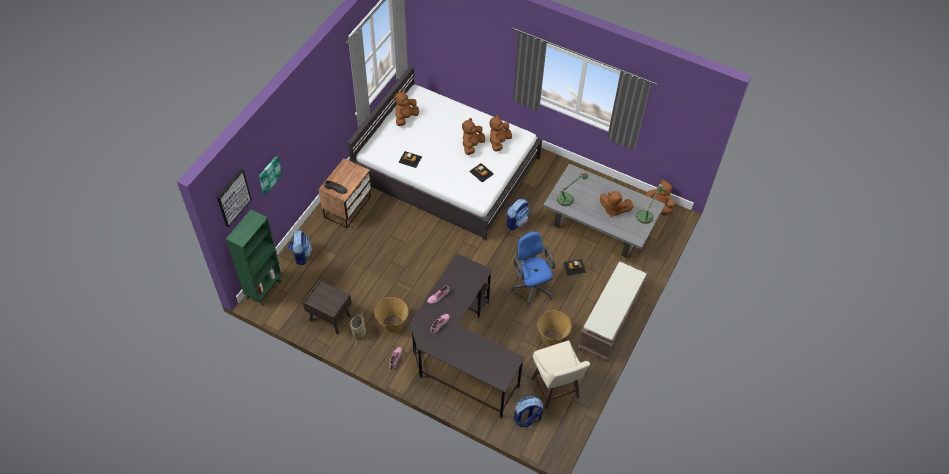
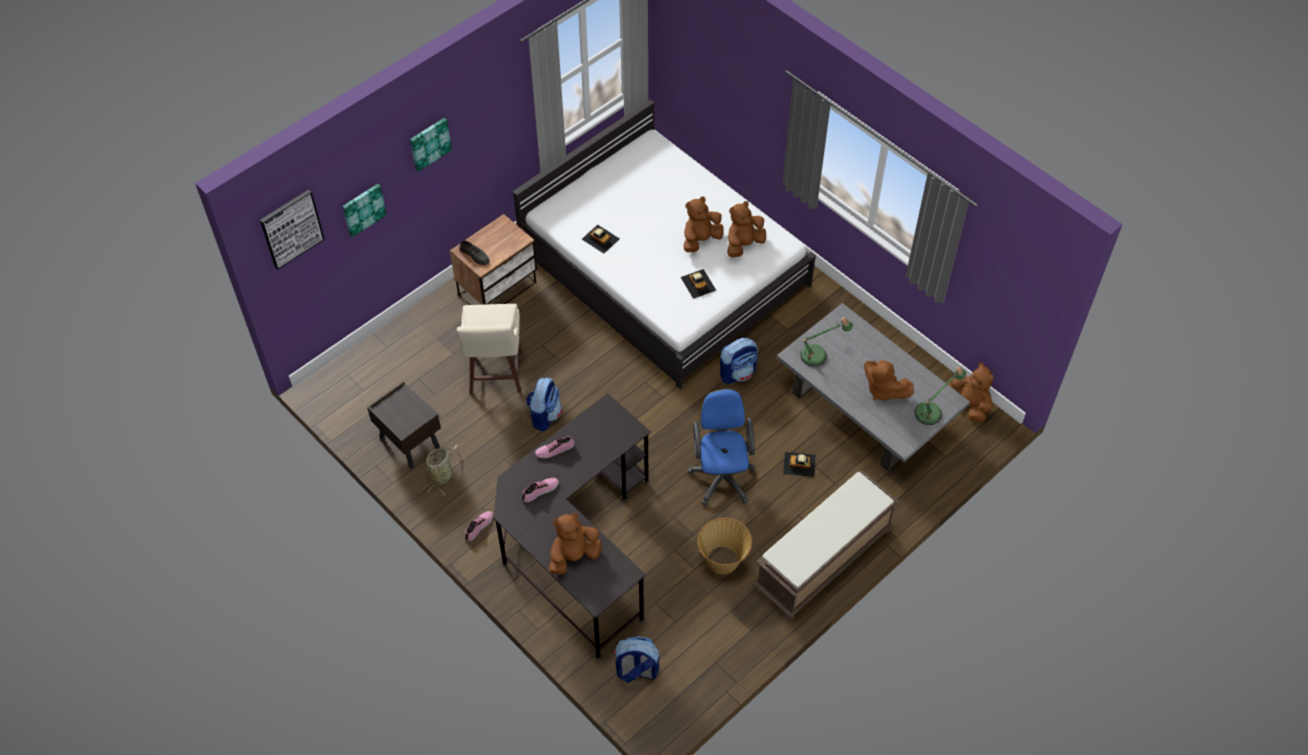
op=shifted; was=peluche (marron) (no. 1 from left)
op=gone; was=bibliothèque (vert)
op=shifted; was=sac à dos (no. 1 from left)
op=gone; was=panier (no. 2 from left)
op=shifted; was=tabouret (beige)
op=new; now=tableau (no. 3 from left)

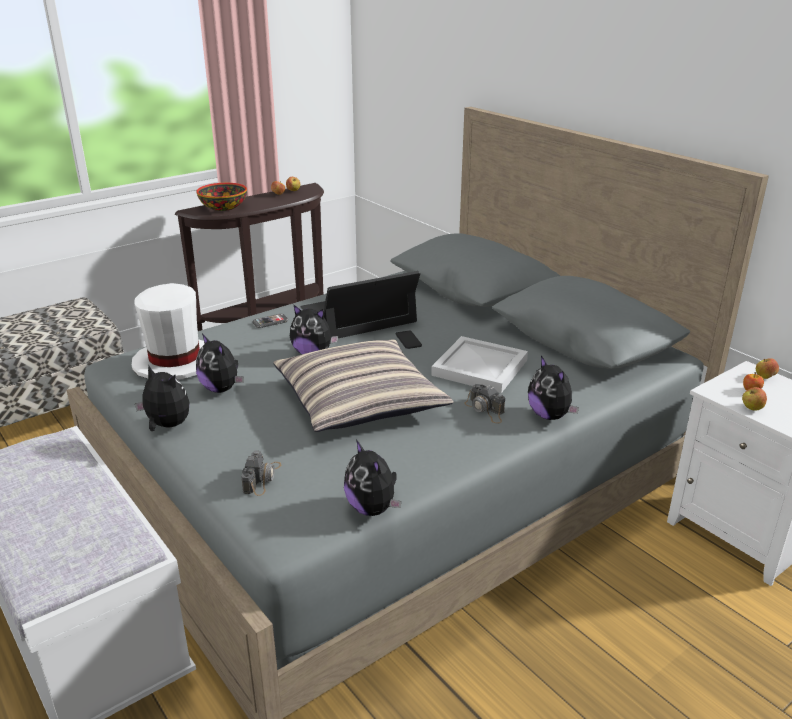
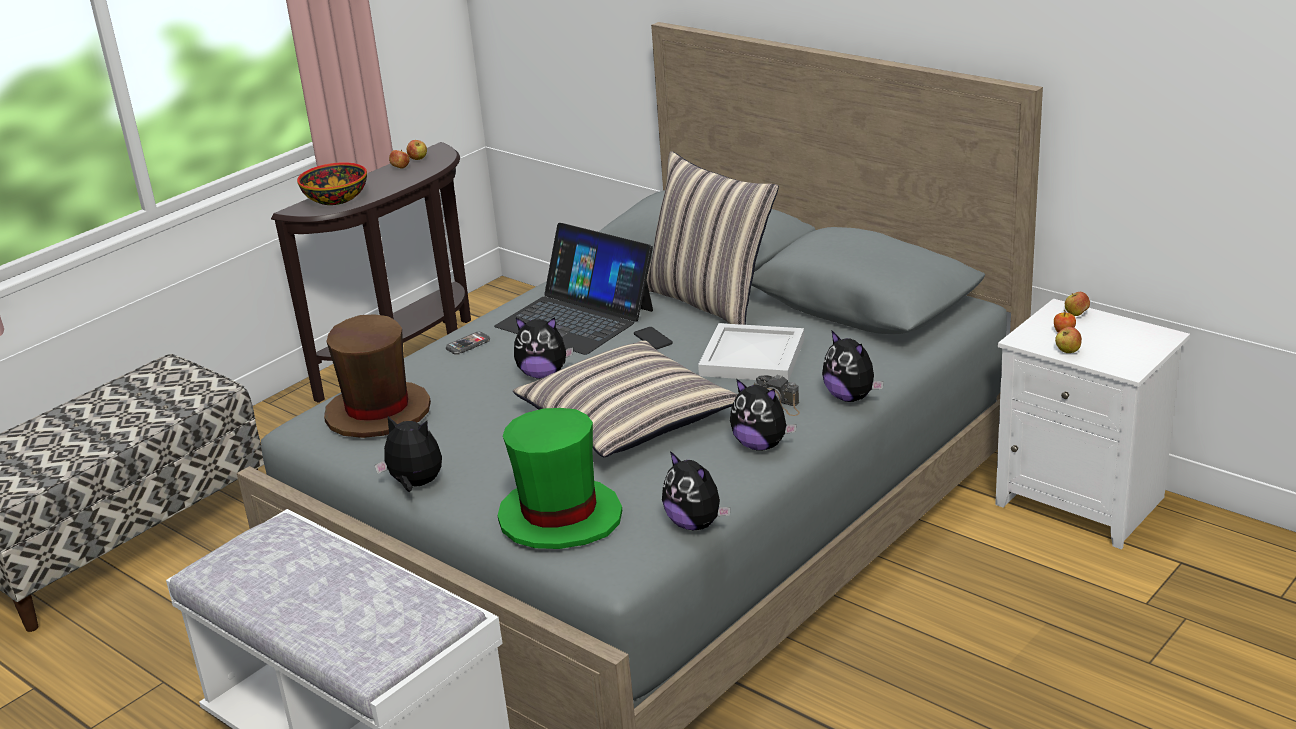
op=rotated; was=ordinateur portable; clockwise=-105
op=repainted; was=chapeau (blanc); now=chapeau (marron)
op=shifted; was=peluche (no. 2 from left in the first image); now=peluche (no. 4 from left)
op=swapped; was=appareil photo (no. 1 from left); now=chapeau (vert)
op=new; now=coussin (no. 2 from left)

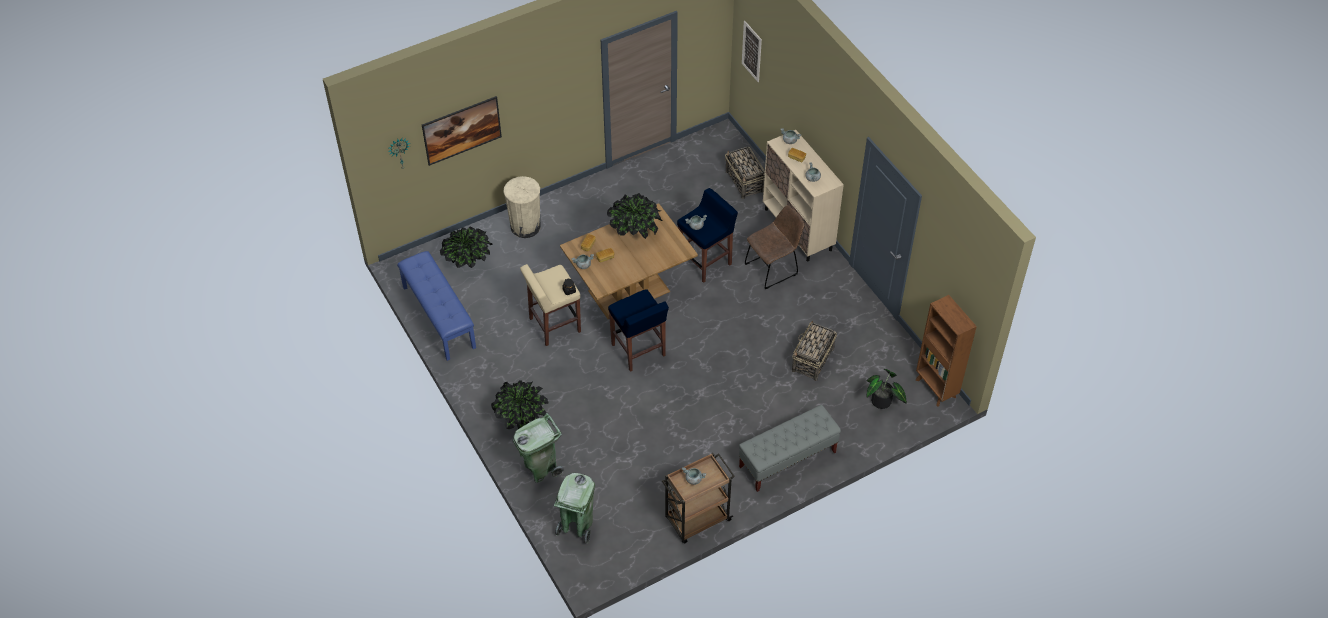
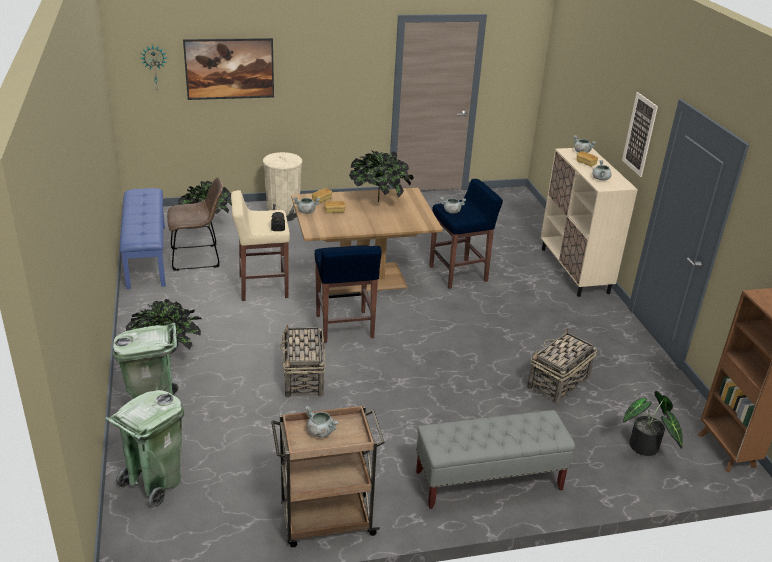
op=shifted; was=tableau (no. 2 from left)
op=shifted; was=panier (no. 1 from left)
op=shifted; was=chaise (marron)

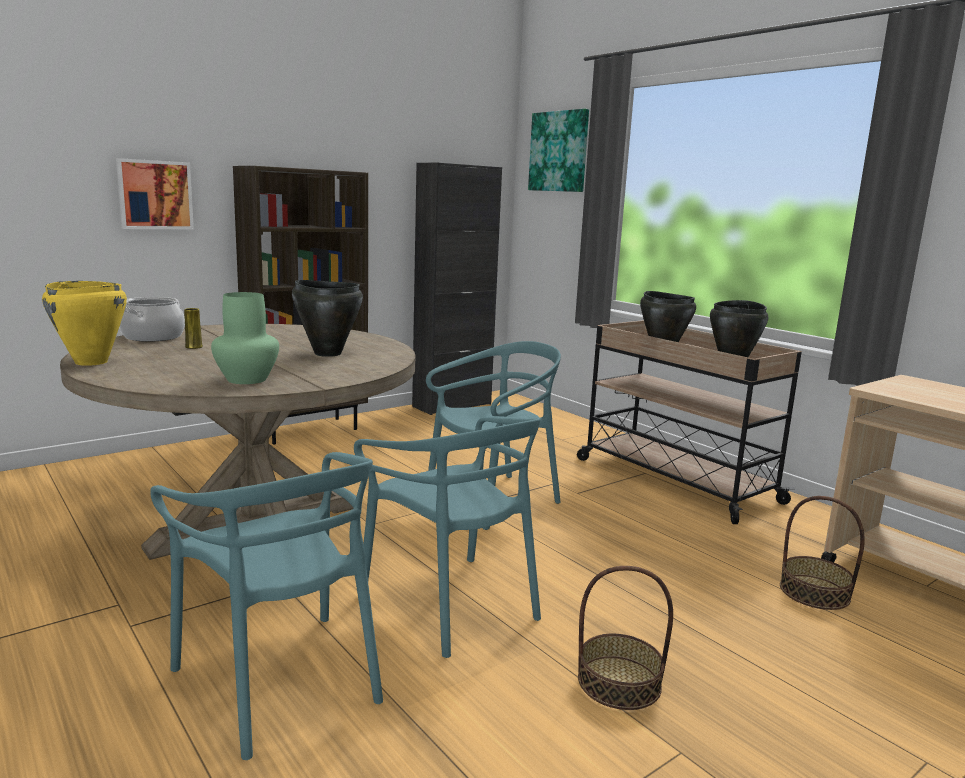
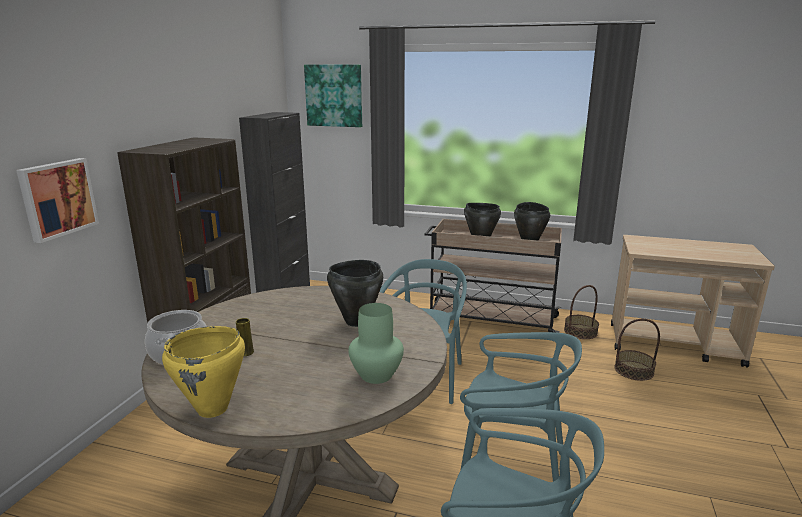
op=shifted; was=panier (no. 1 from left)

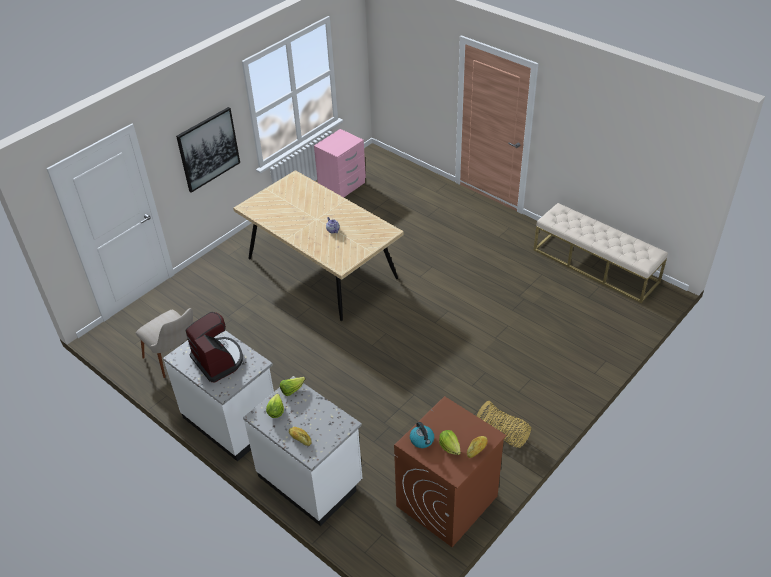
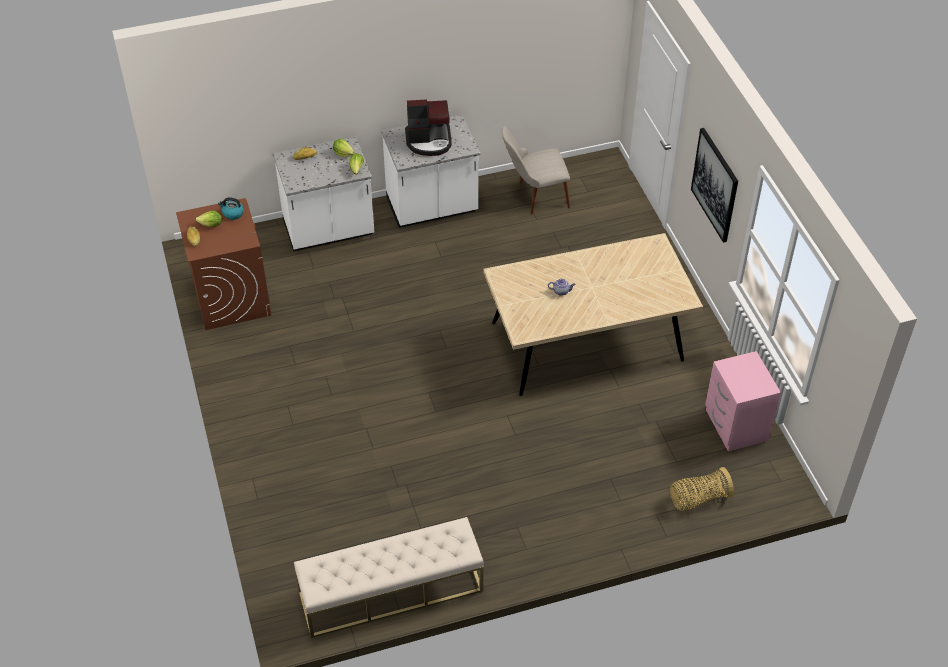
op=shifted; was=panier

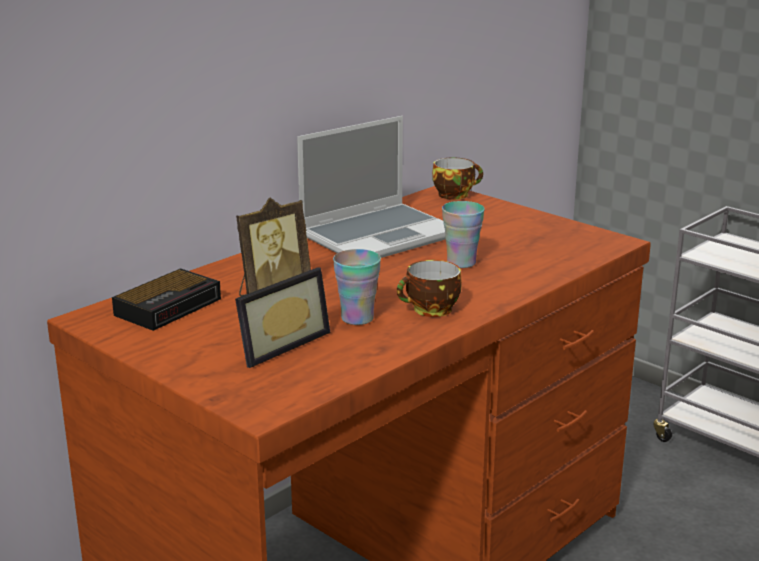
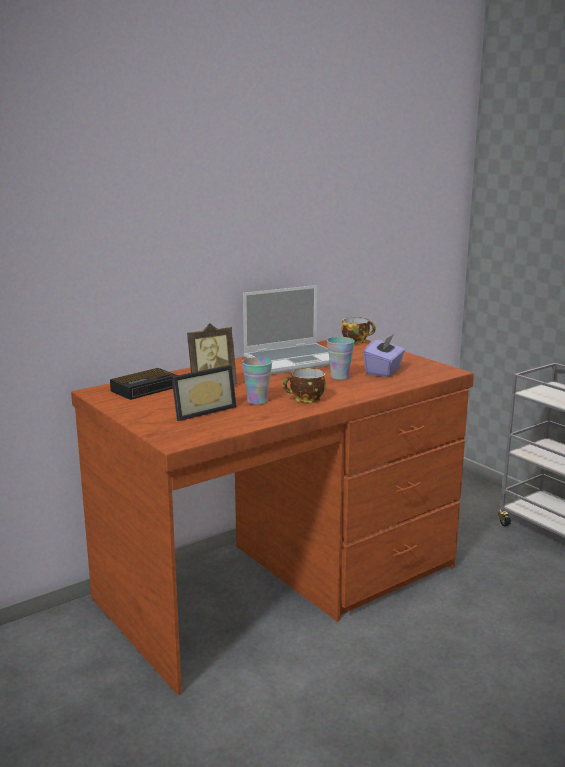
op=new; now=boîte à mouchoirs (violet)

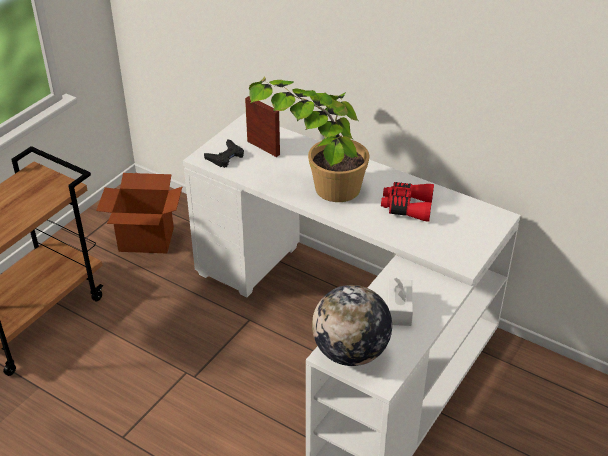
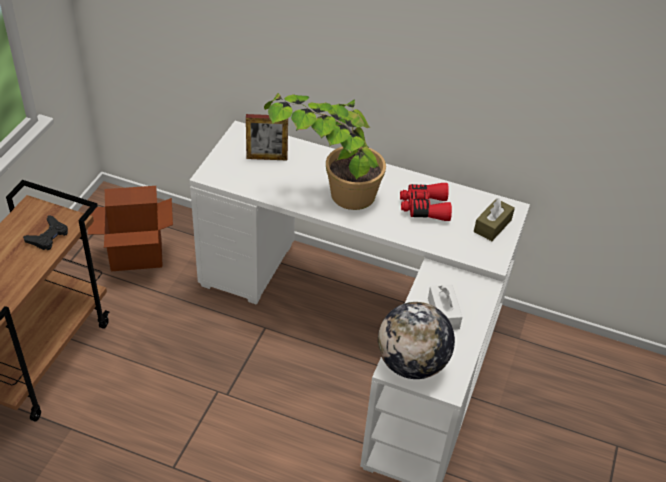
op=rotated; was=cadre photo; clockwise=150
op=shifted; was=manette (noir)
op=new; now=boîte à mouchoirs (marron)

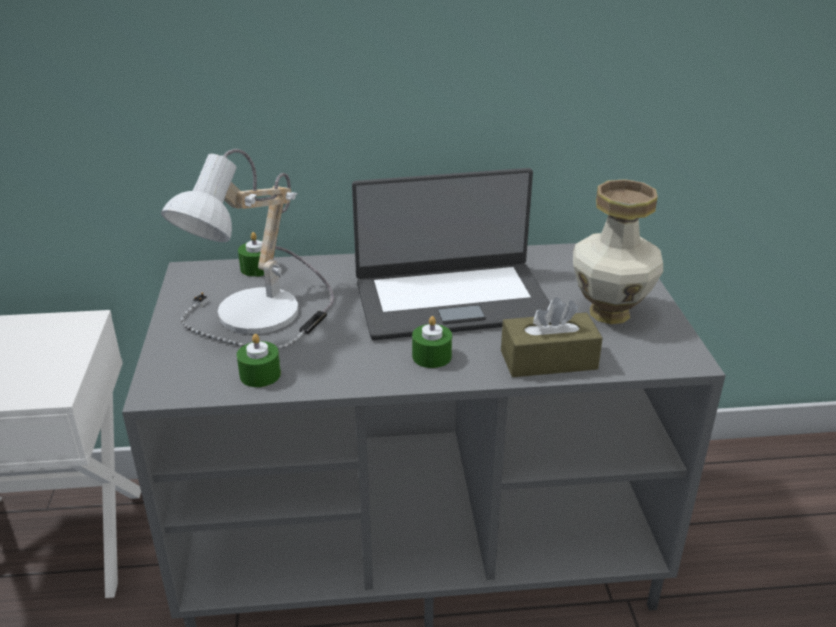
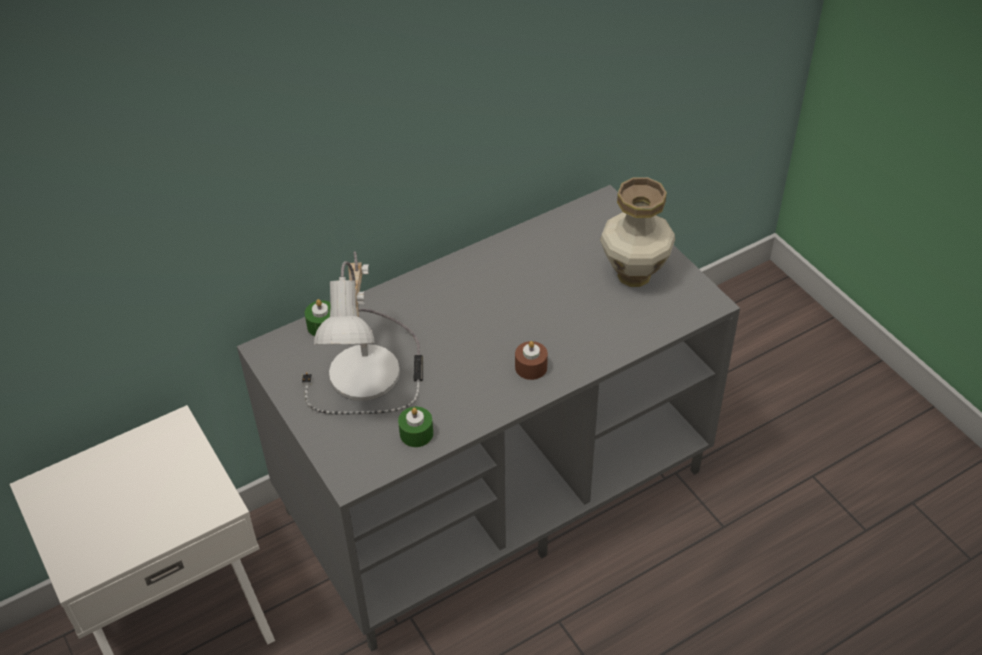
op=gone; was=ordinateur portable
op=gone; was=boîte à mouchoirs (marron)
op=repainted; was=bougie (vert) (no. 3 from left); now=bougie (marron)

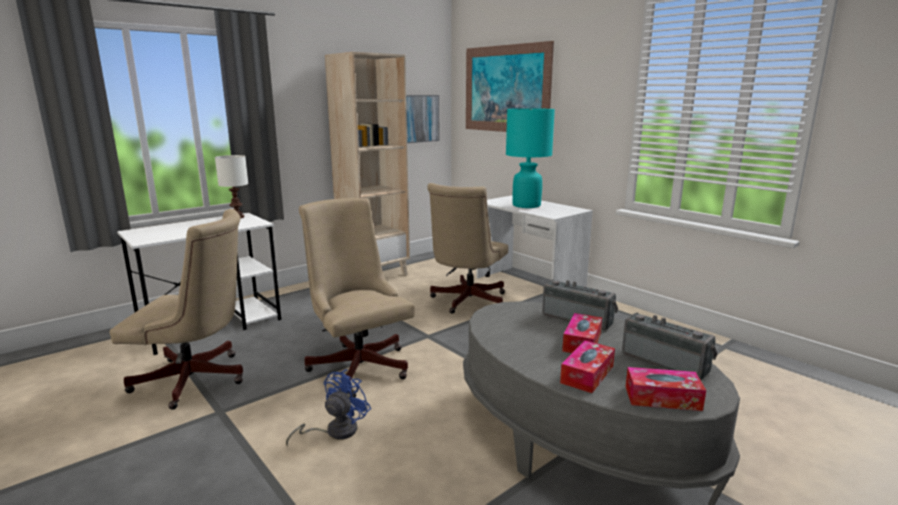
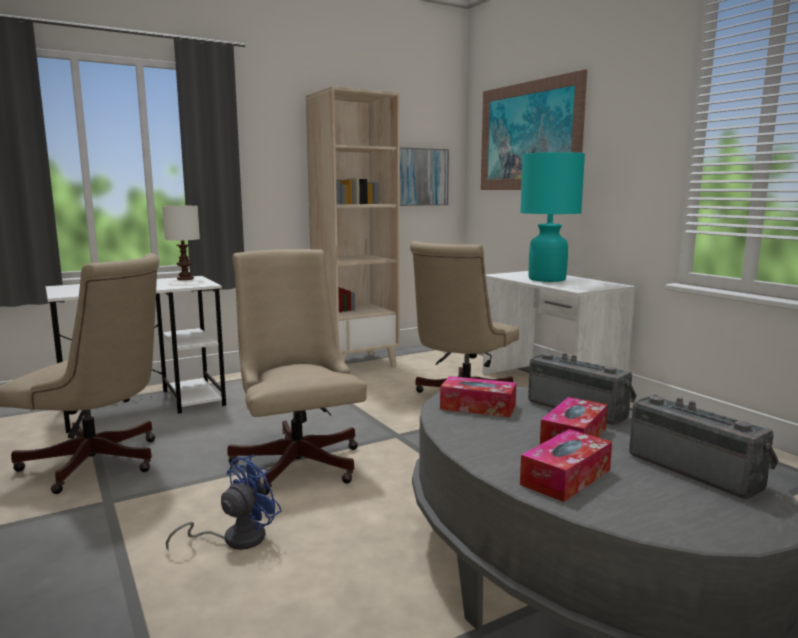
op=shifted; was=boîte à mouchoirs (no. 3 from left in the first image); now=boîte à mouchoirs (no. 1 from left)

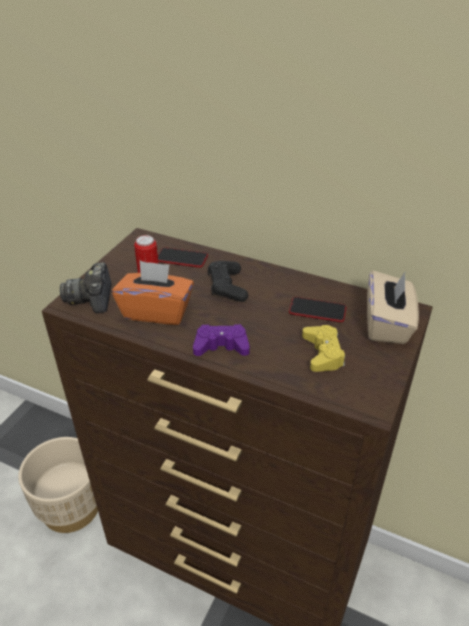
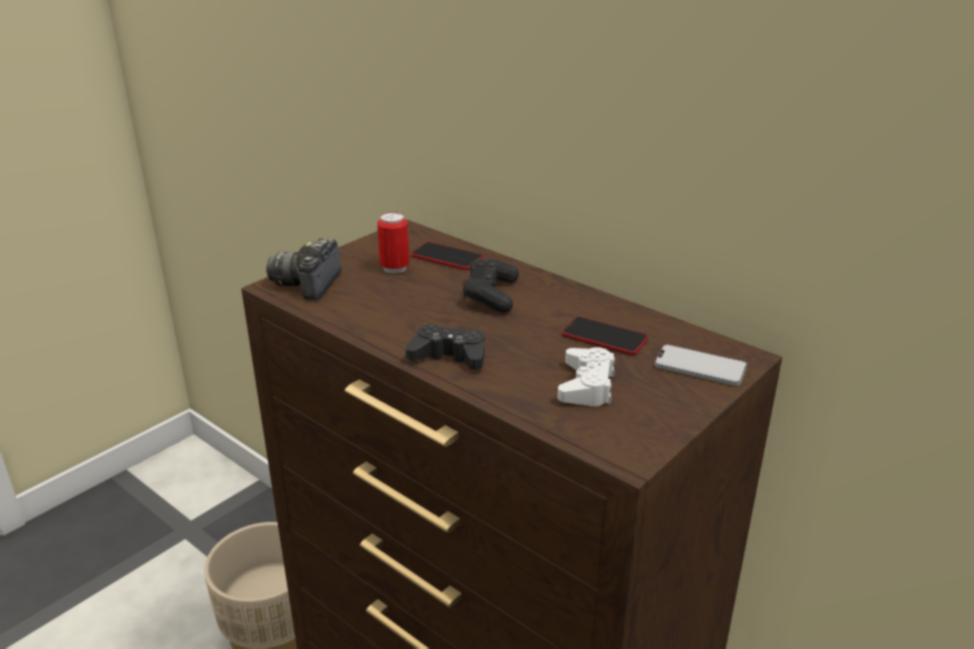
op=gone; was=boîte à mouchoirs (orange)
op=swapped; was=boîte à mouchoirs (beige); now=téléphone (no. 3 from left)
op=repainted; was=manette (violet); now=manette (noir) (no. 1 from left)
op=repainted; was=manette (jaune); now=manette (blanc)

